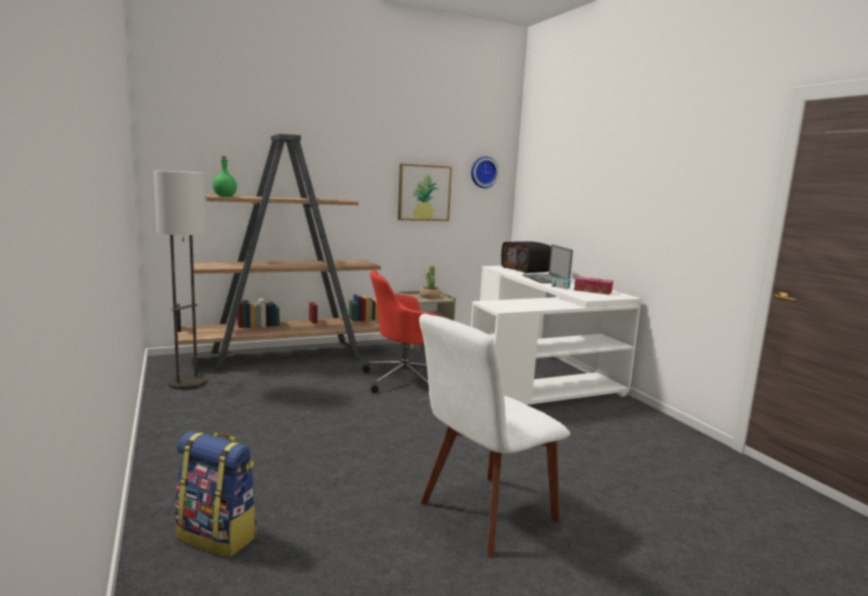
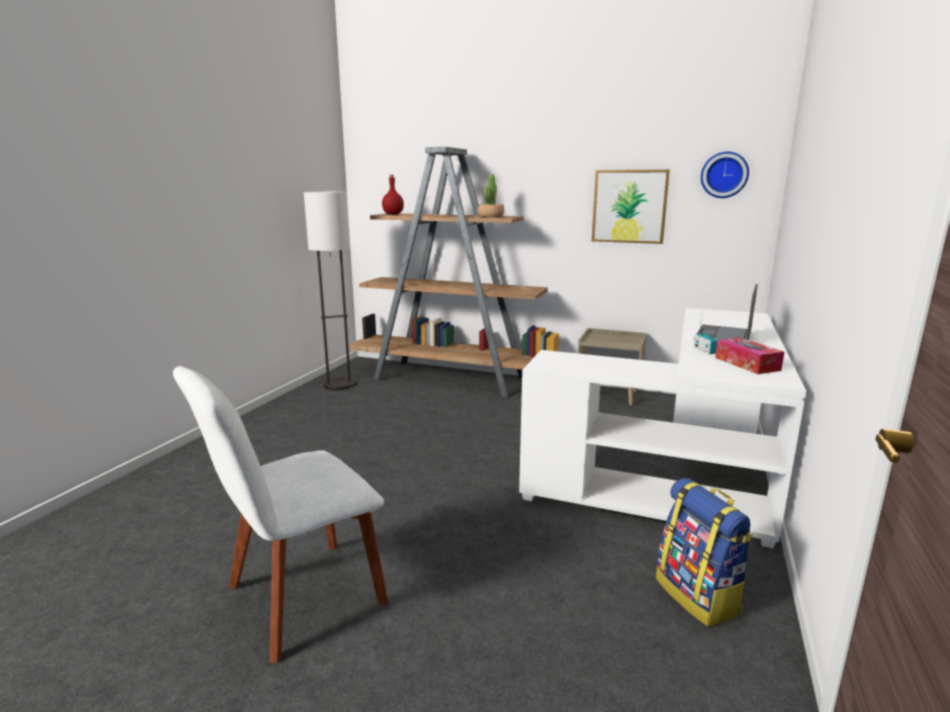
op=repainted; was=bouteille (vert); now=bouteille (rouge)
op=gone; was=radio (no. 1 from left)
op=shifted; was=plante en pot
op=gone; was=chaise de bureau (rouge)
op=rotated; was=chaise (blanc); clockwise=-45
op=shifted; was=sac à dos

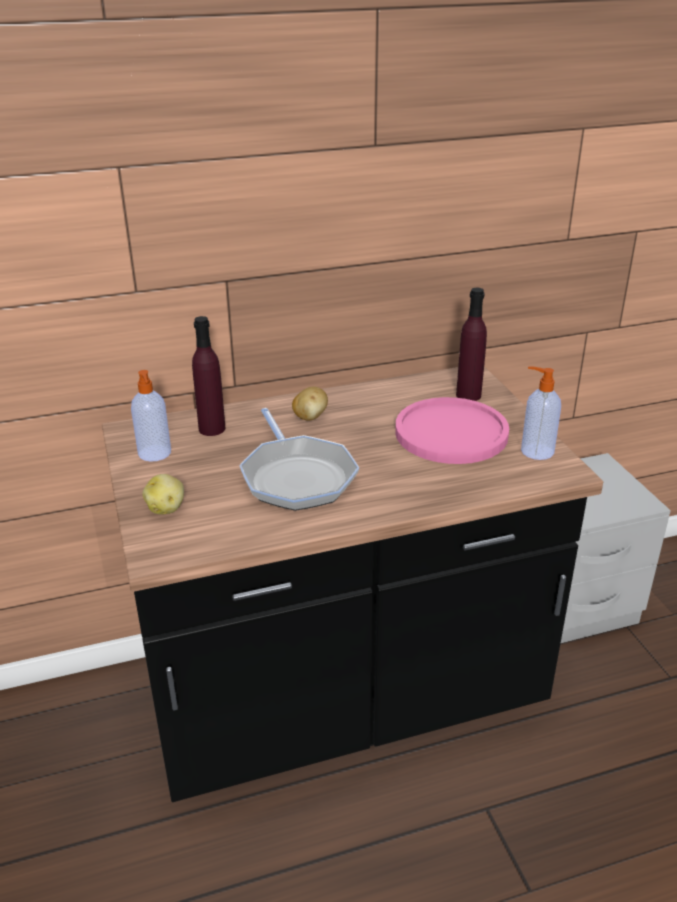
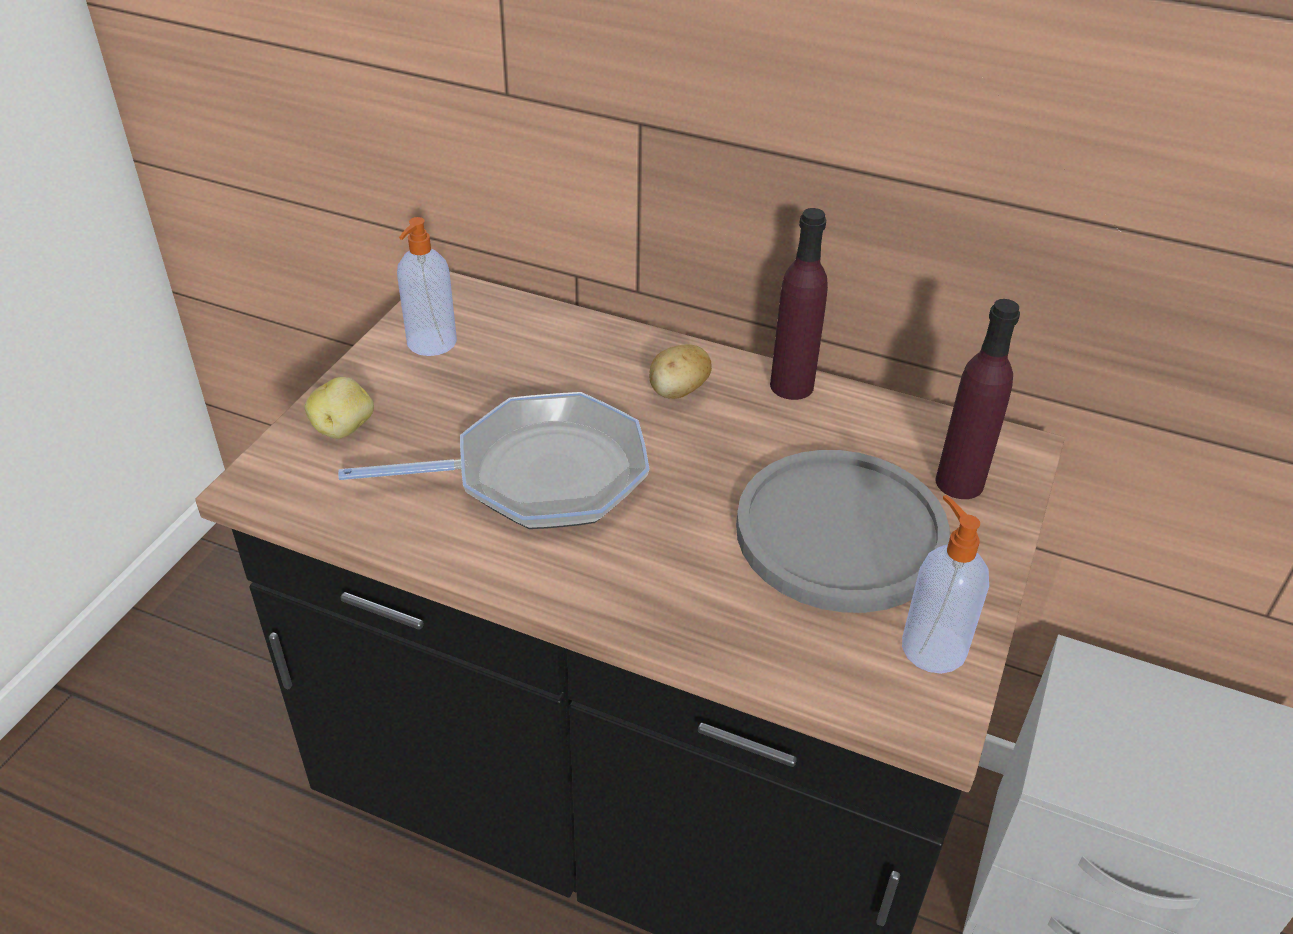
op=shifted; was=bouteille (violet) (no. 1 from left)
op=repainted; was=assiette (rose); now=assiette (gris)
op=rotated; was=poêle; clockwise=-120

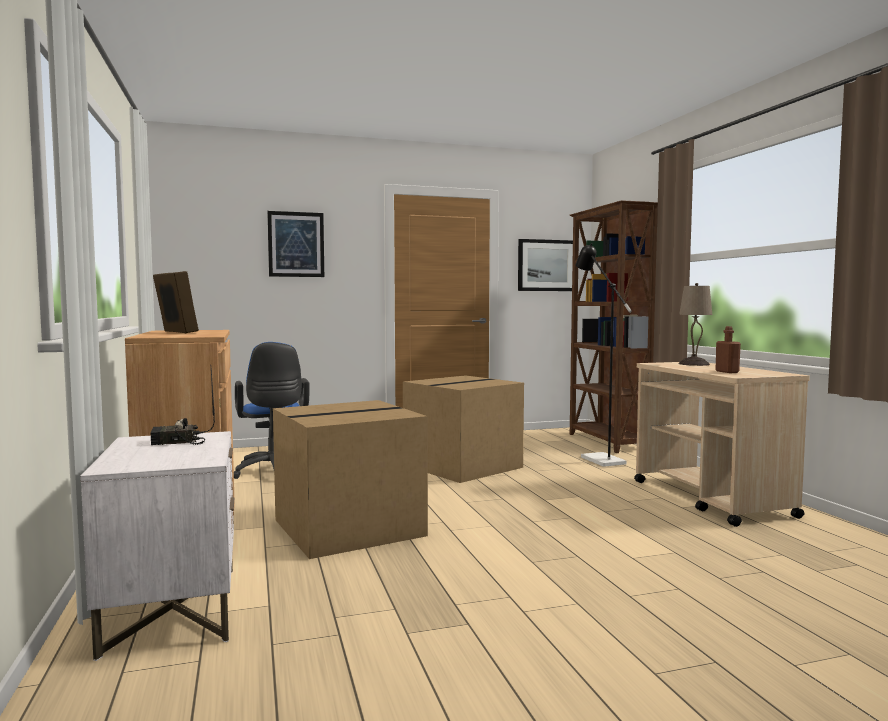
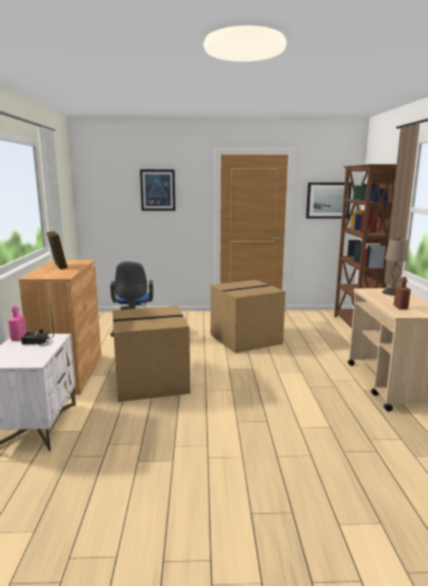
op=gone; was=lampadaire (noir)
op=new; now=bouteille (rose)

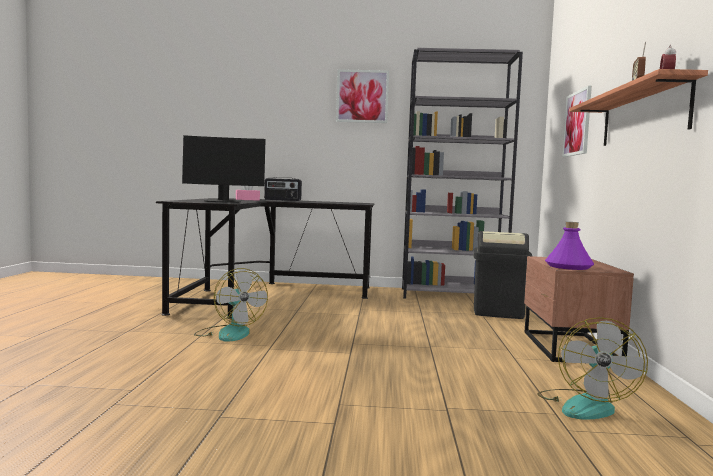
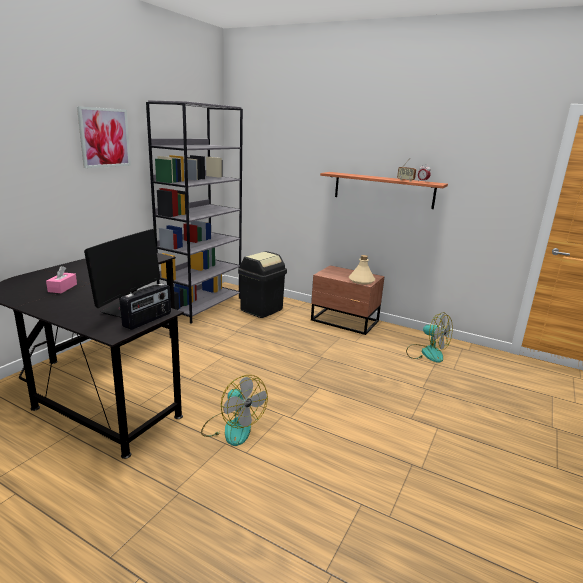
op=gone; was=tableau (no. 2 from left)
op=shifted; was=radio (no. 1 from left)
op=repainted; was=bouteille (violet); now=bouteille (beige)
op=rotated; was=ventilateur (no. 1 from left); clockwise=60

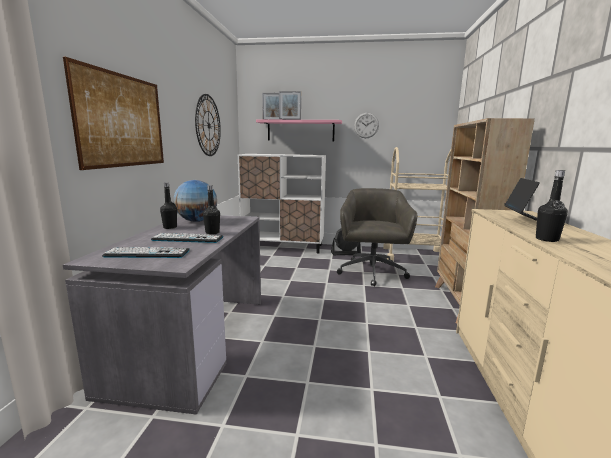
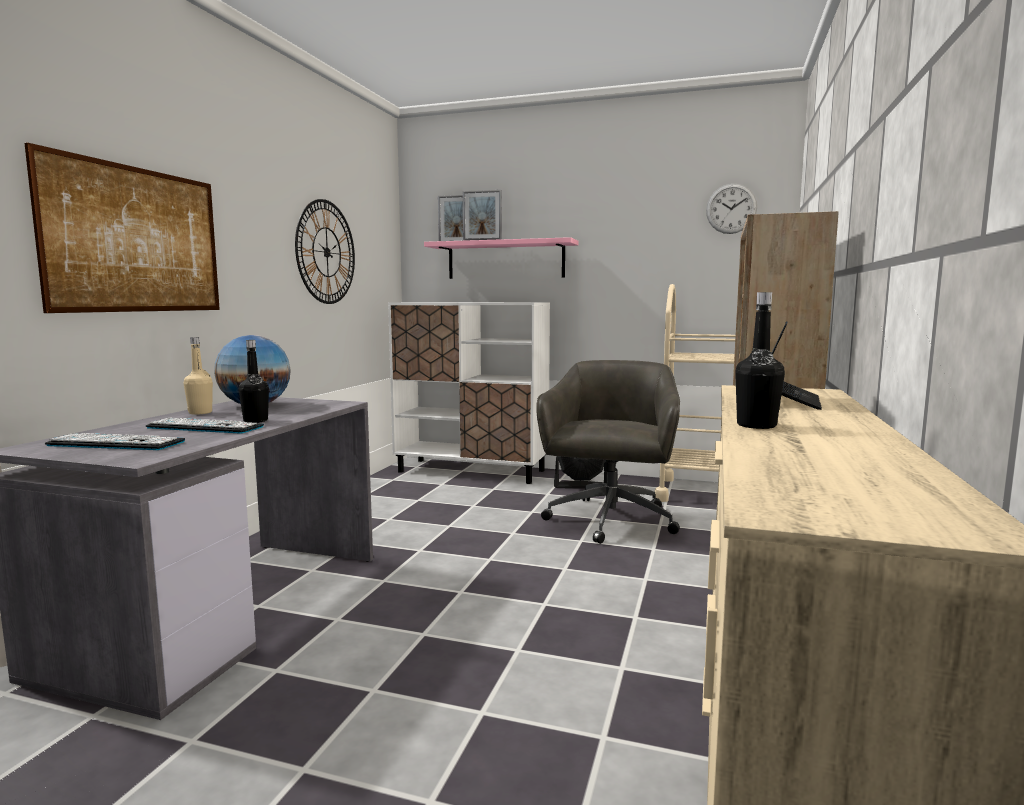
op=shifted; was=horloge murale (no. 2 from left)
op=repainted; was=bouteille (noir) (no. 1 from left); now=bouteille (beige)

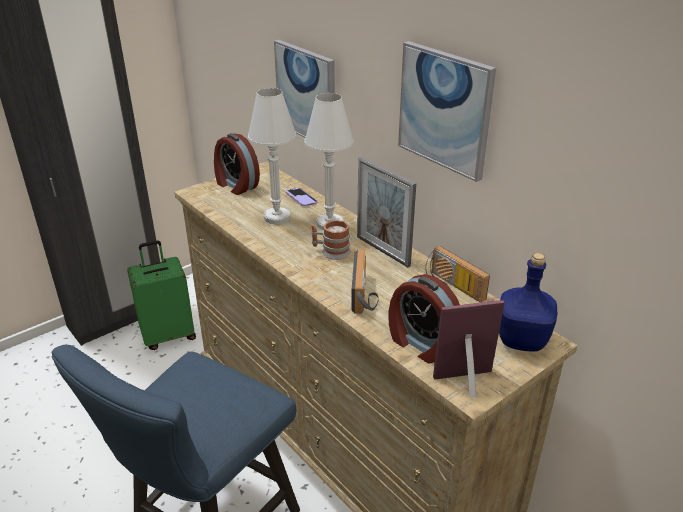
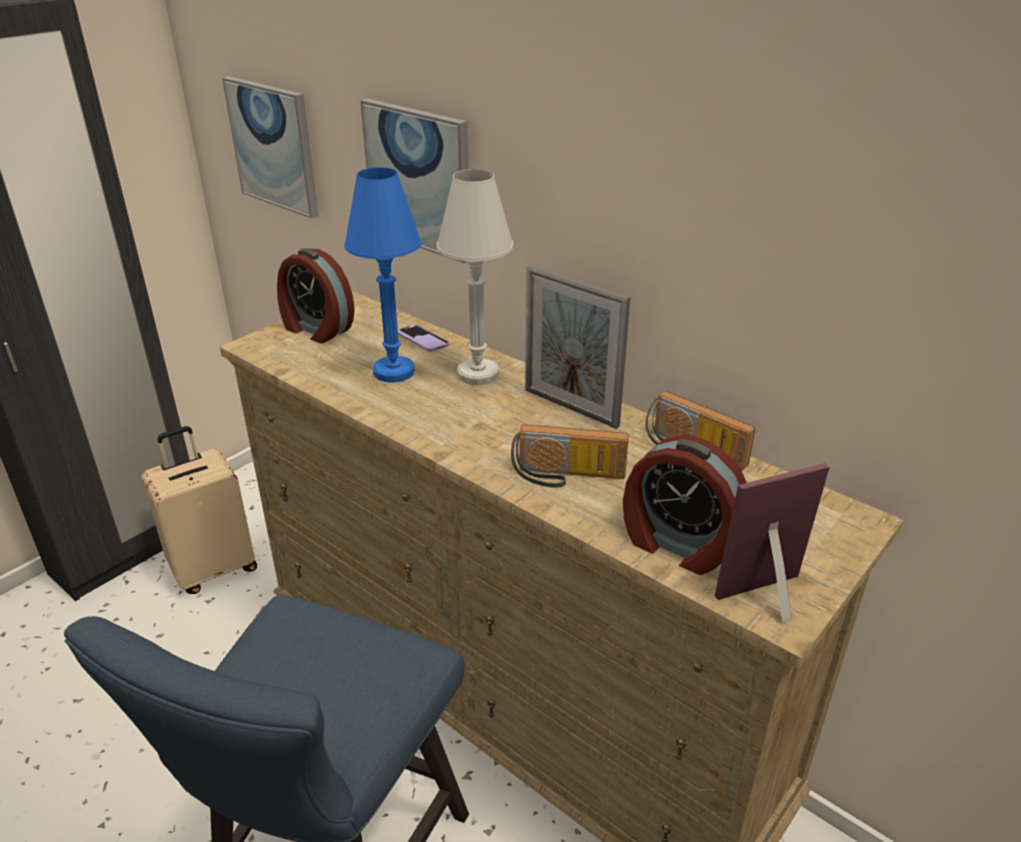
op=shifted; was=tableau (no. 2 from left in the first image); now=tableau (no. 1 from left)
op=repainted; was=lampe de table (blanc) (no. 1 from left); now=lampe de table (bleu)
op=gone; was=mug
op=repainted; was=valise (vert); now=valise (beige)
op=rotated; was=radio (no. 1 from left); clockwise=105
op=gone; was=bouteille (bleu)

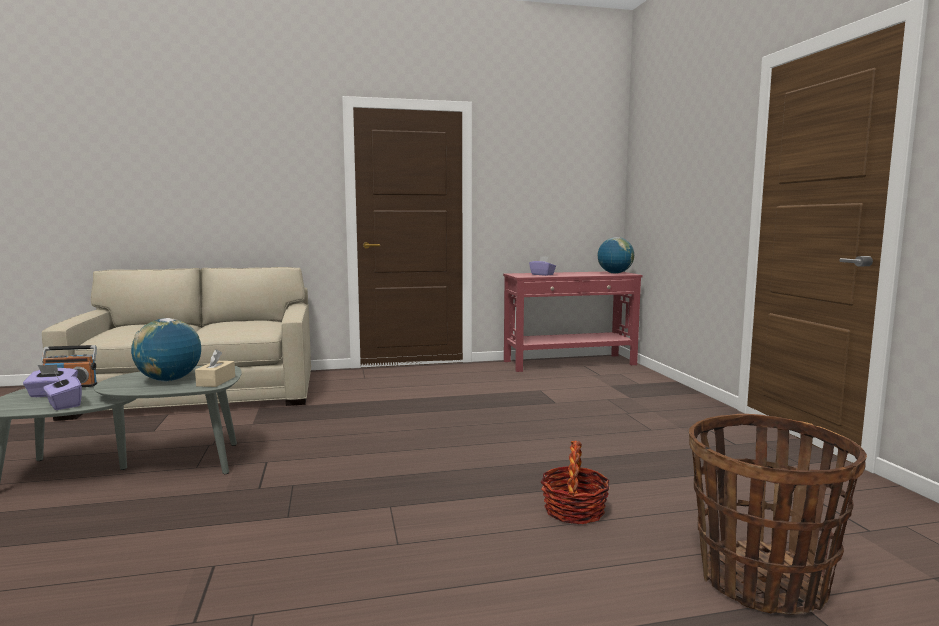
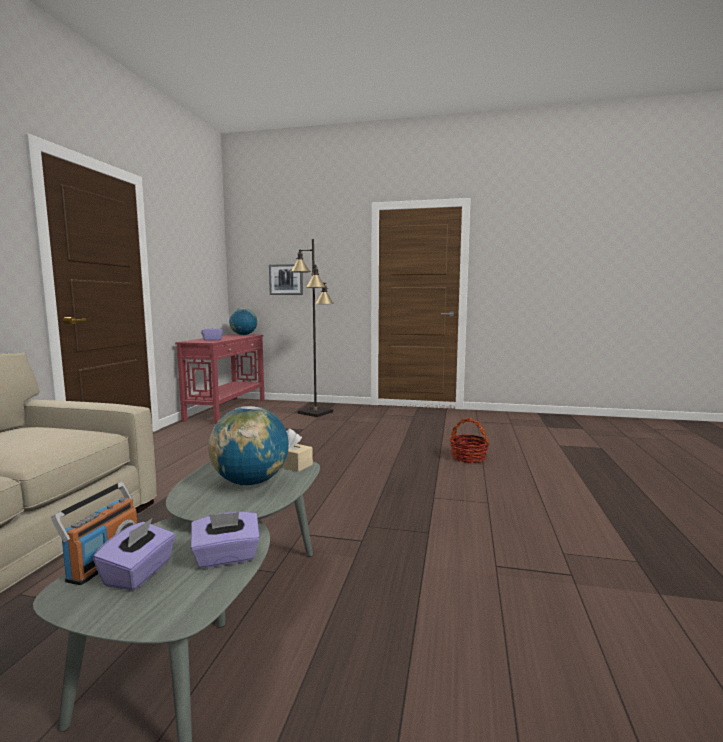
op=gone; was=panier (no. 2 from left)
op=new; now=lampadaire (noir)
op=new; now=tableau

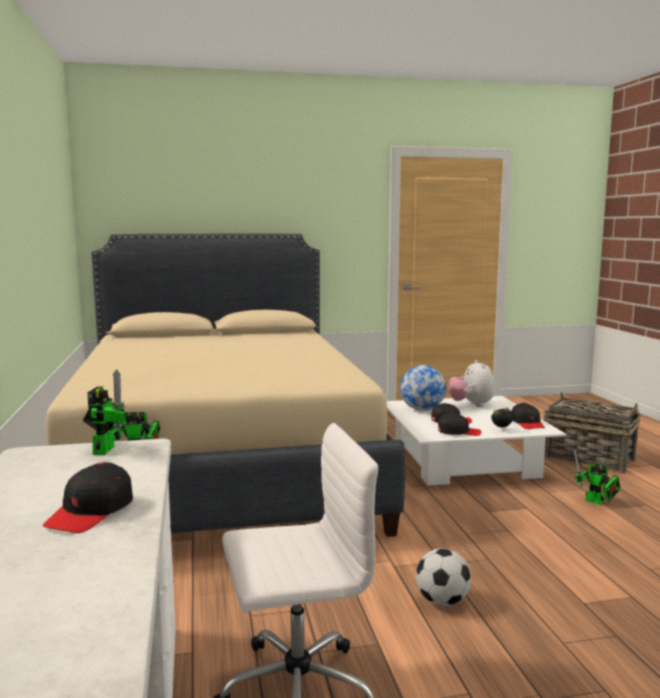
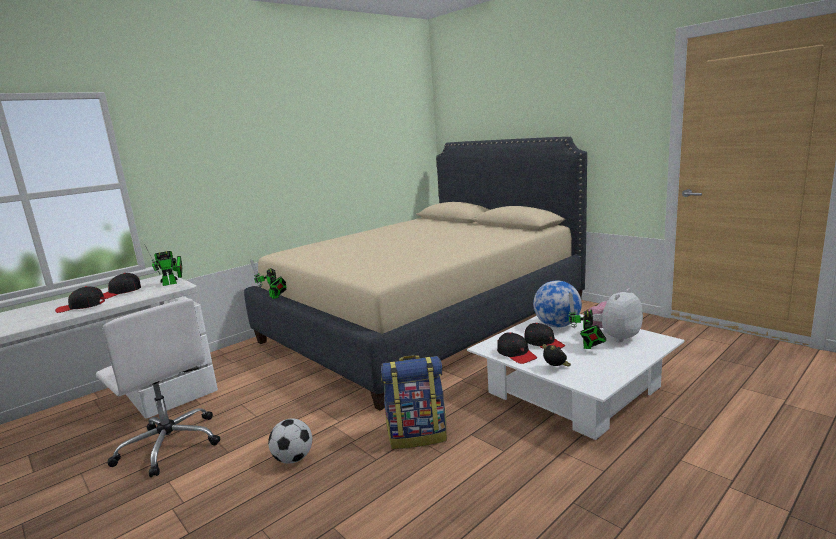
op=gone; was=panier
op=shifted; was=casquette (noir) (no. 4 from left in the first image); now=casquette (noir) (no. 2 from left)
op=shifted; was=robot jouet (no. 3 from left)
op=new; now=sac à dos

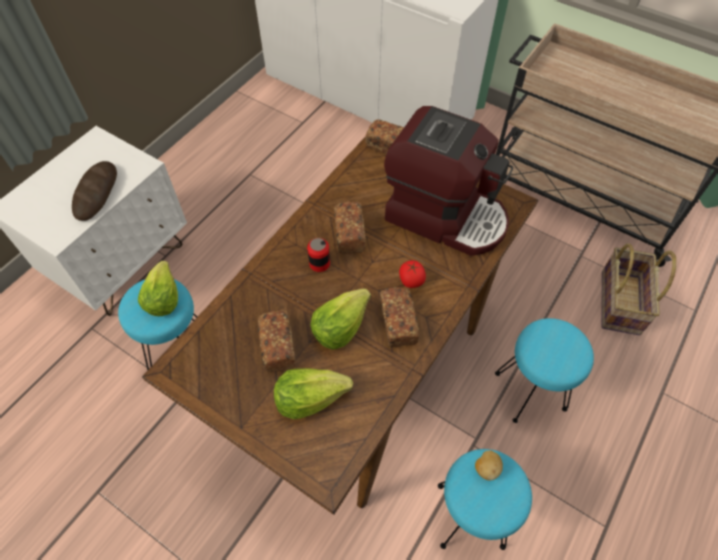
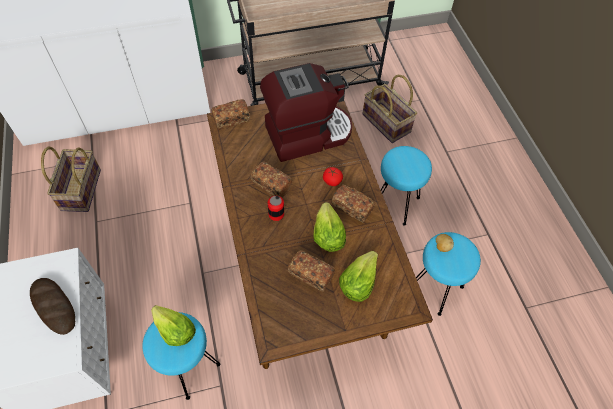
op=new; now=panier (no. 1 from left)

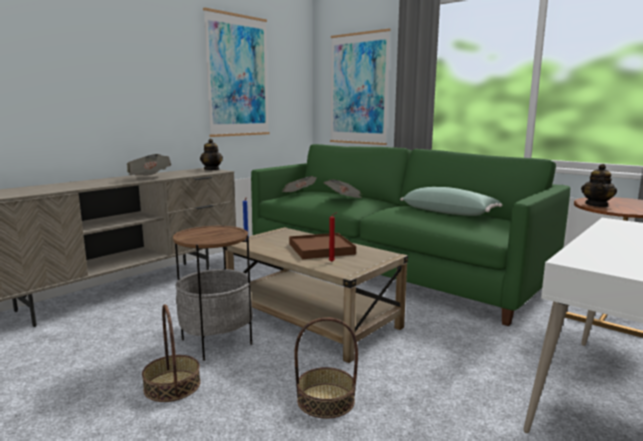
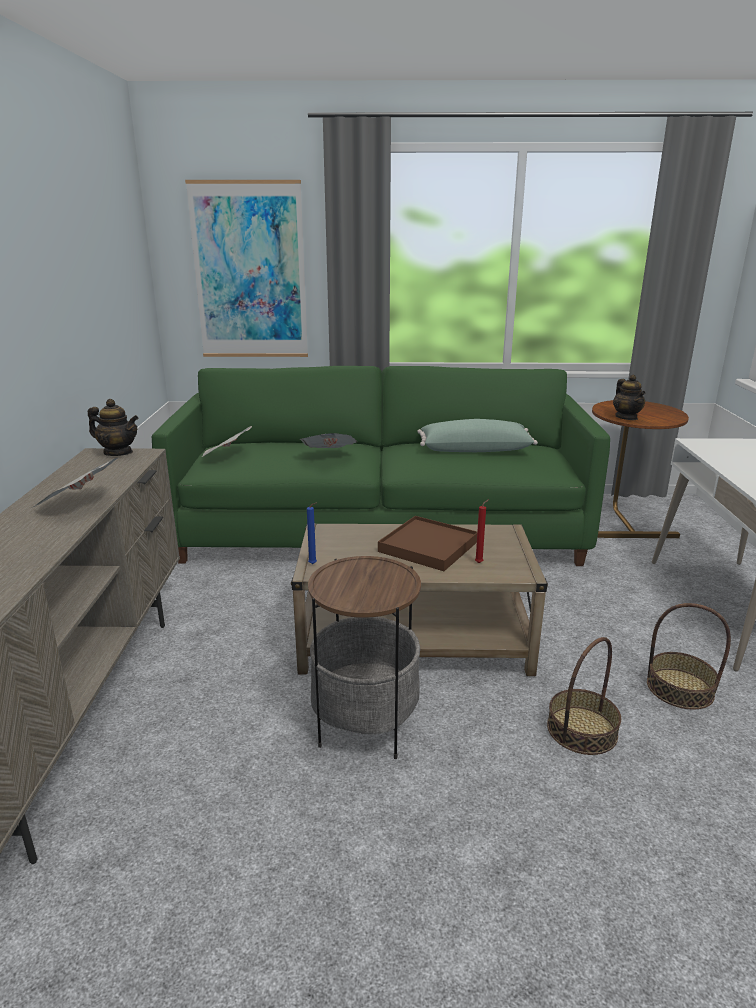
op=gone; was=tableau (no. 1 from left)
op=shifted; was=panier (no. 1 from left in the first image); now=panier (no. 2 from left)

